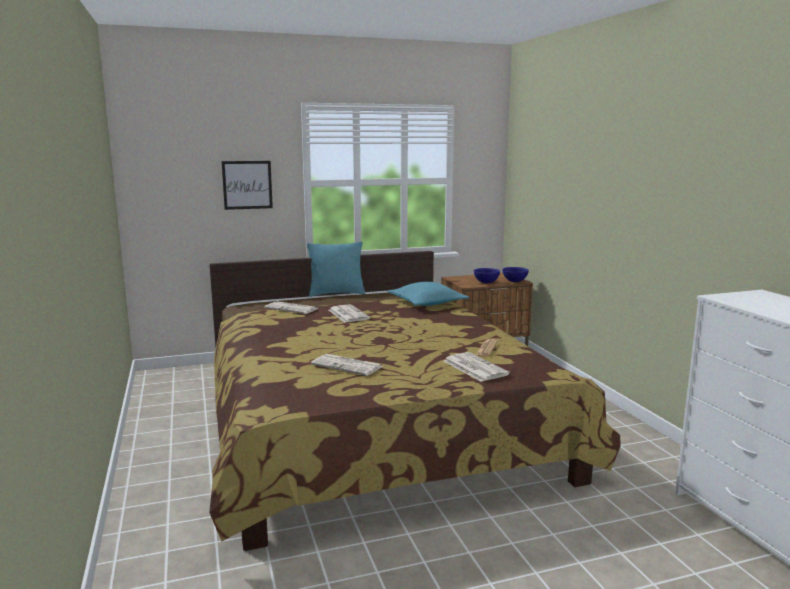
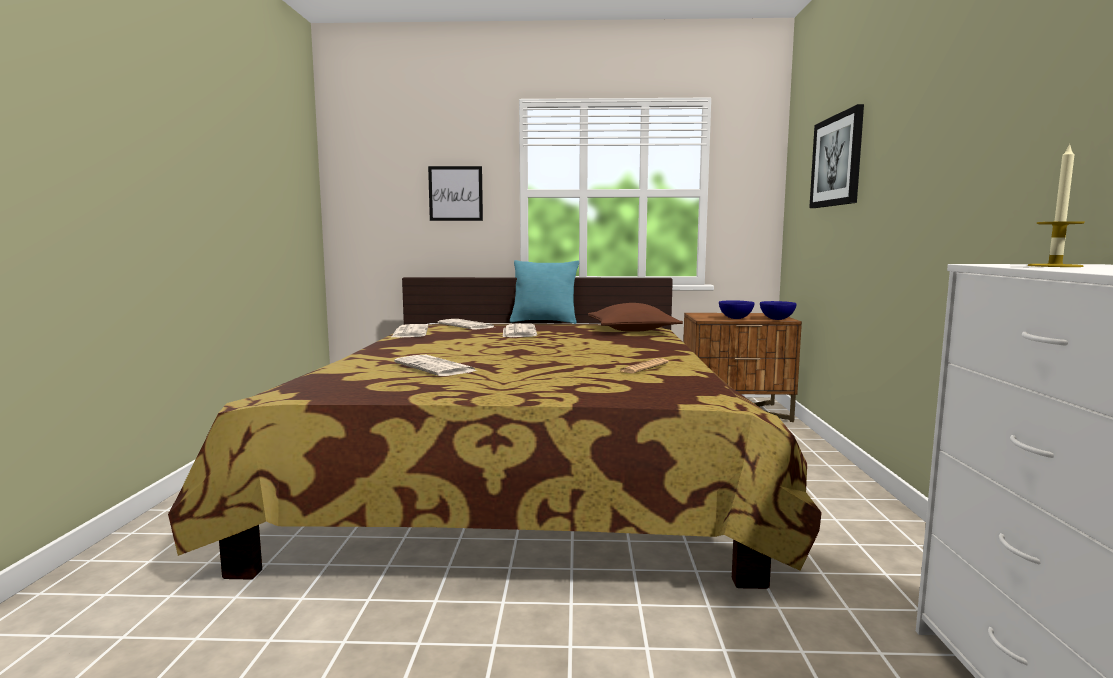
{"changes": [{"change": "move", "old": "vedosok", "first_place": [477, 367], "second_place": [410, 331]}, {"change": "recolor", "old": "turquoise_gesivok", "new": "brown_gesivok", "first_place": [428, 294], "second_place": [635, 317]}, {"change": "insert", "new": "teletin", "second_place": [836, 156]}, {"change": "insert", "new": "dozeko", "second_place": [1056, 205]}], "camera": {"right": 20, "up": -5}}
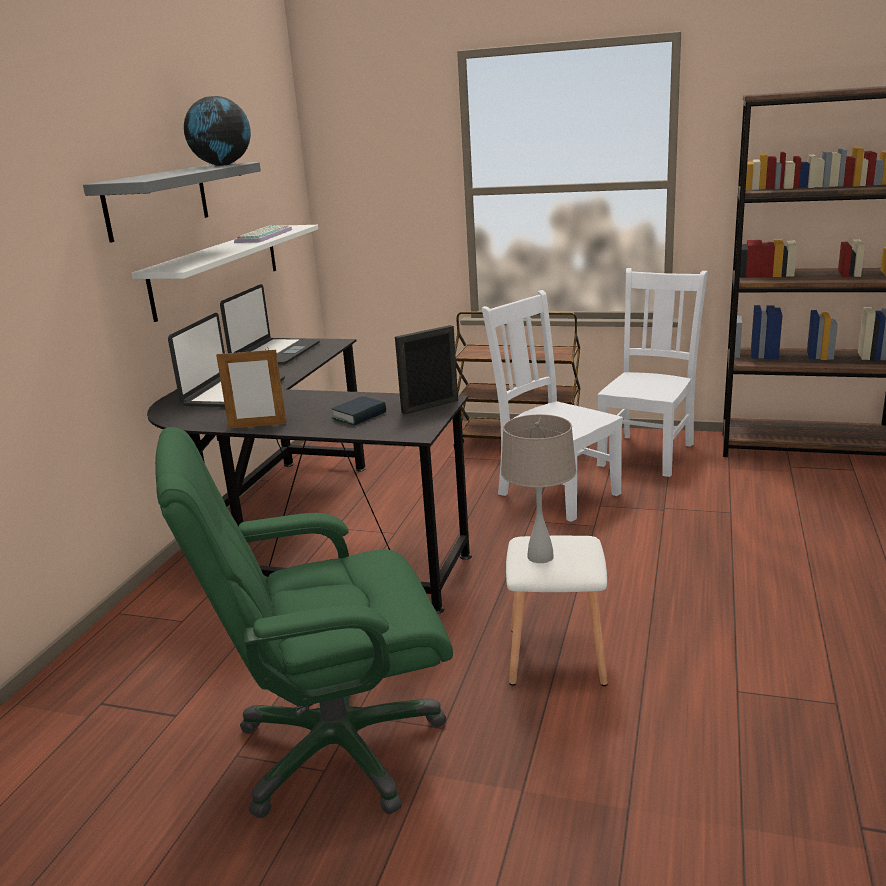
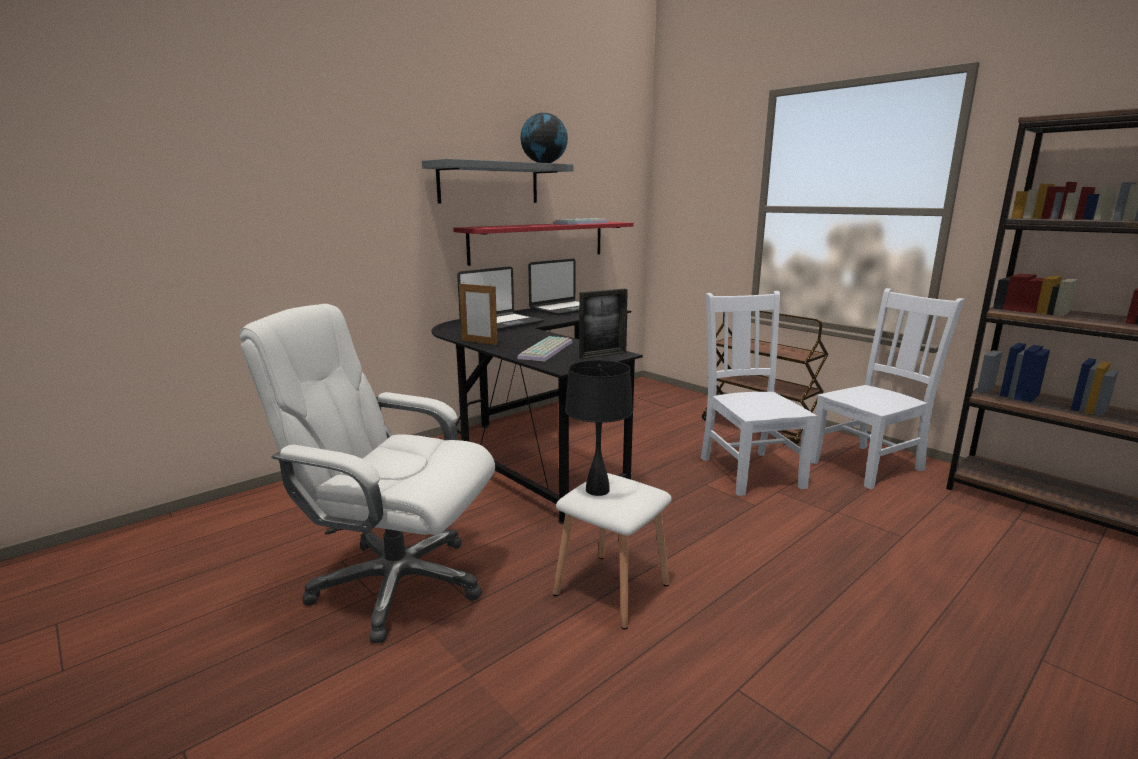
{"changes": [{"change": "recolor", "old": "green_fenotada", "new": "white_fenotada", "first_place": [304, 622], "second_place": [367, 473]}, {"change": "recolor", "old": "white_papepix", "new": "red_papepix", "first_place": [225, 273], "second_place": [543, 244]}, {"change": "replace", "old": "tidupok", "new": "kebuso", "first_place": [359, 411], "second_place": [545, 348]}, {"change": "recolor", "old": "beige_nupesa", "new": "black_nupesa", "first_place": [538, 488], "second_place": [599, 428]}, {"change": "rotate", "old": "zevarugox", "first_place": [426, 370], "second_place": [603, 324], "degrees": 150}], "camera": {"right": 30, "up": -5}}
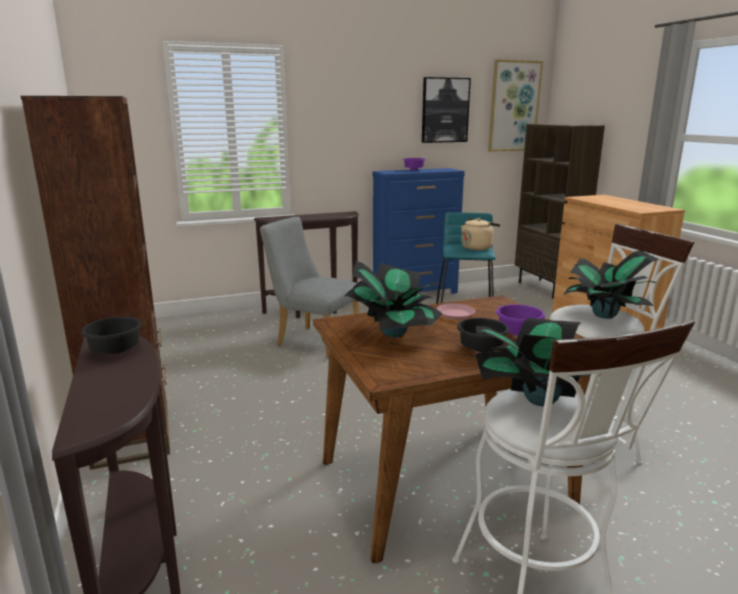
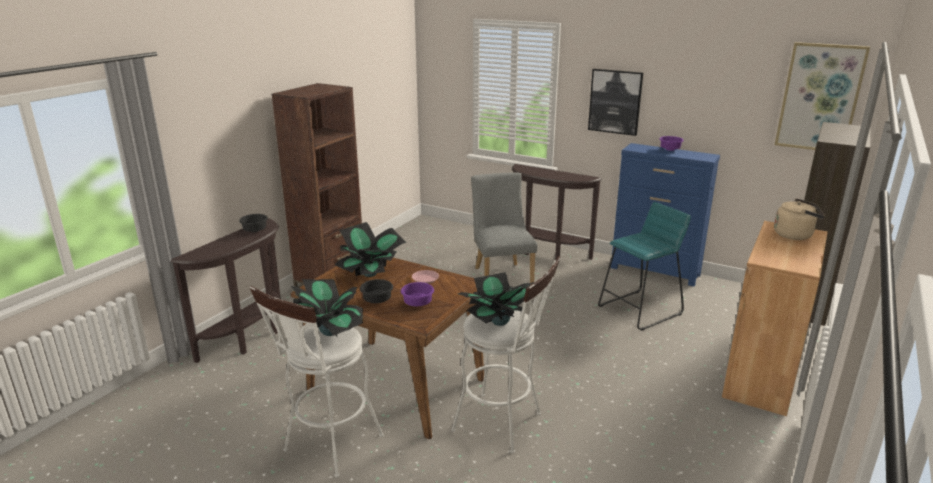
{"changes": [{"change": "move", "old": "teletin", "first_place": [446, 110], "second_place": [615, 102]}, {"change": "move", "old": "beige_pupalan", "first_place": [480, 234], "second_place": [799, 219]}], "camera": {"right": 50, "up": 5}}
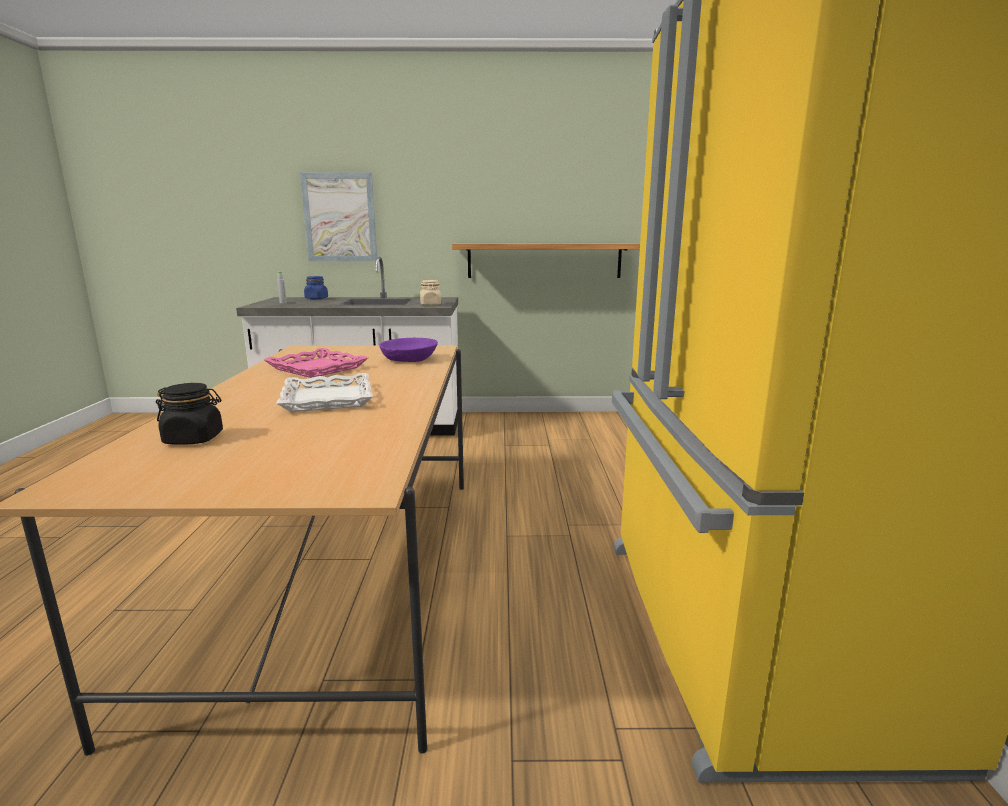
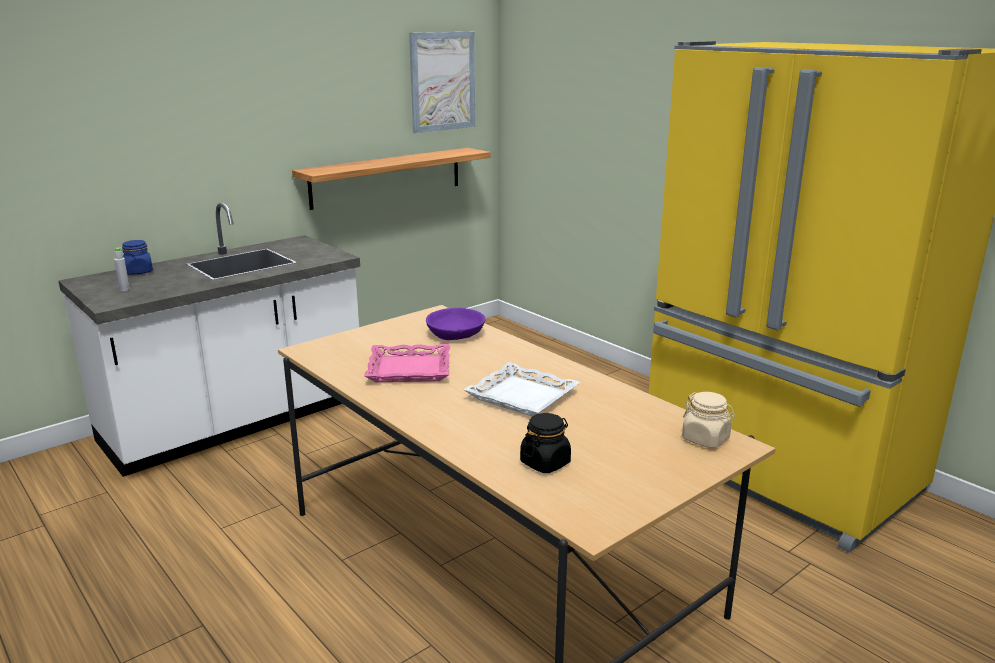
{"changes": [{"change": "move", "old": "teletin", "first_place": [338, 217], "second_place": [442, 82]}, {"change": "move", "old": "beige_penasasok", "first_place": [430, 293], "second_place": [708, 420]}], "camera": {"right": -40, "up": 5}}
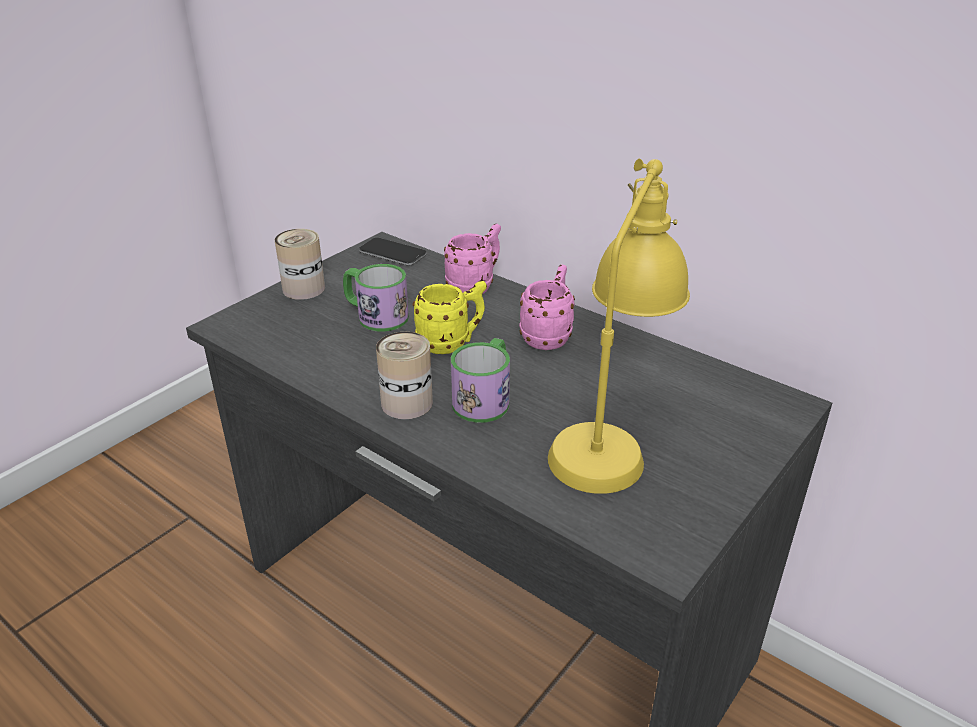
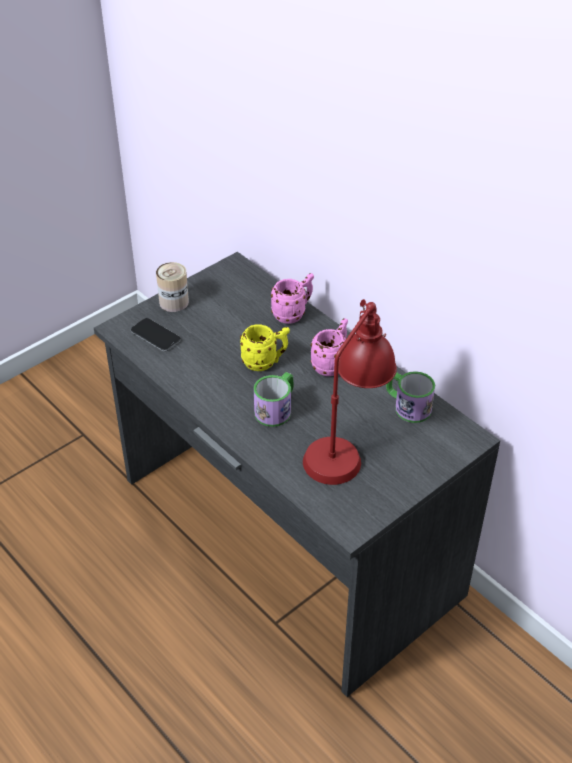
{"changes": [{"change": "move", "old": "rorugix", "first_place": [393, 251], "second_place": [156, 335]}, {"change": "recolor", "old": "yellow_nupesa", "new": "red_nupesa", "first_place": [619, 326], "second_place": [350, 392]}, {"change": "move", "old": "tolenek", "first_place": [376, 298], "second_place": [410, 397]}, {"change": "delete", "old": "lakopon", "first_place": [404, 375]}], "camera": {"right": 10, "up": 10}}
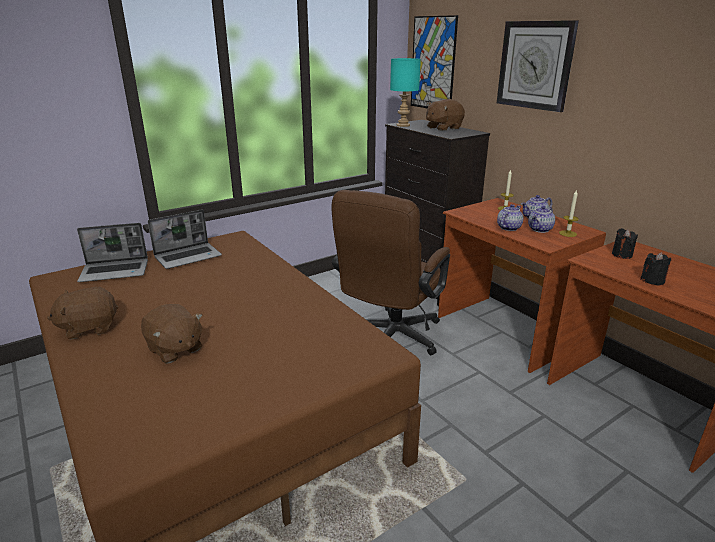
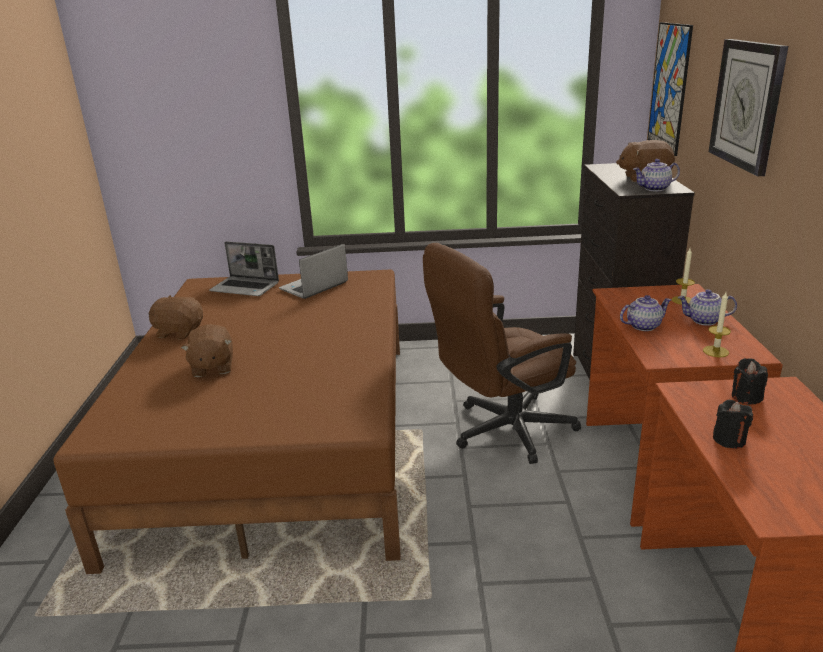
{"changes": [{"change": "rotate", "old": "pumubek", "first_place": [185, 239], "second_place": [313, 271], "degrees": 135}, {"change": "move", "old": "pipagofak", "first_place": [541, 219], "second_place": [656, 175]}, {"change": "delete", "old": "turquoise_nupesa", "first_place": [405, 92]}], "camera": {"right": 35, "up": 0}}
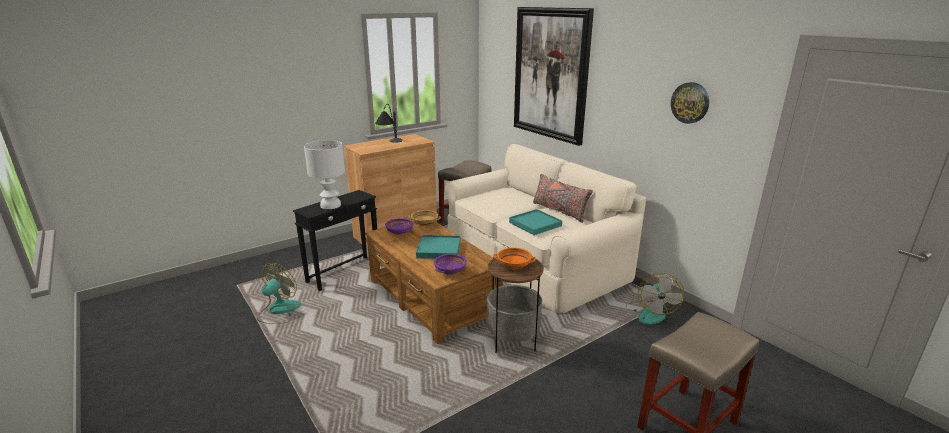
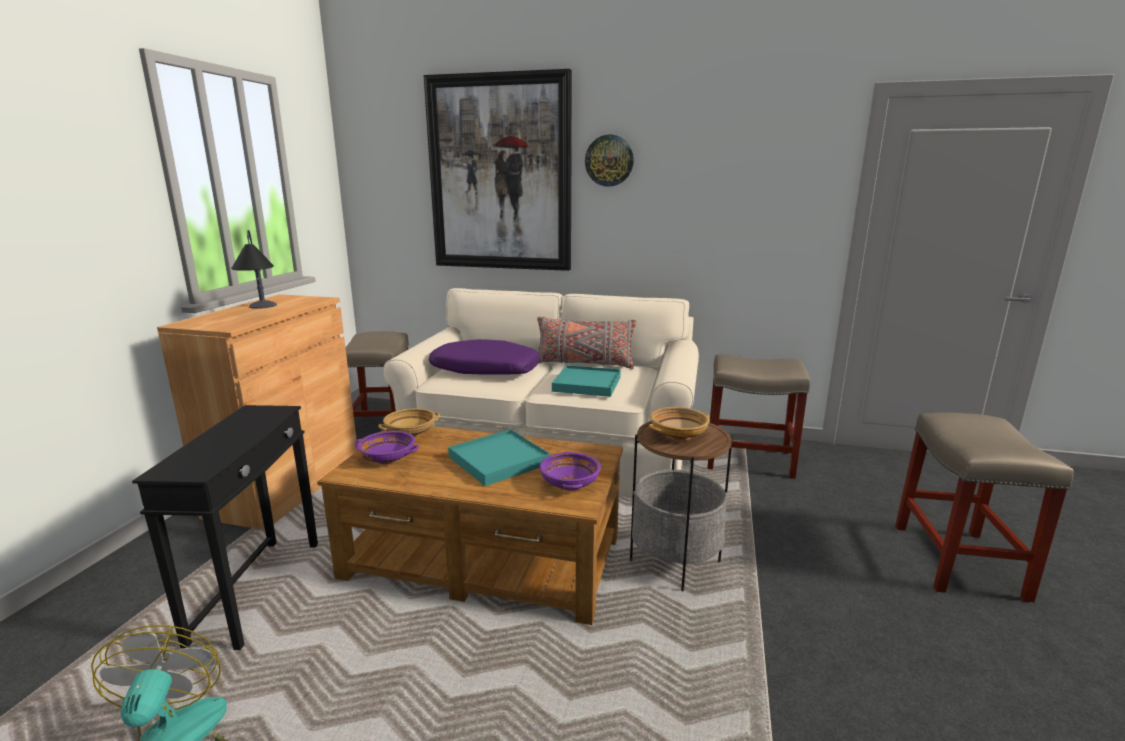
{"changes": [{"change": "insert", "new": "purple_gesivok", "second_place": [484, 357]}, {"change": "move", "old": "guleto", "first_place": [690, 103], "second_place": [609, 160]}, {"change": "recolor", "old": "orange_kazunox", "new": "beige_kazunox", "first_place": [514, 258], "second_place": [679, 423]}, {"change": "replace", "old": "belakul", "new": "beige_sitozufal", "first_place": [655, 299], "second_place": [758, 416]}, {"change": "delete", "old": "white_nupesa", "first_place": [324, 174]}], "camera": {"right": -40, "up": -5}}
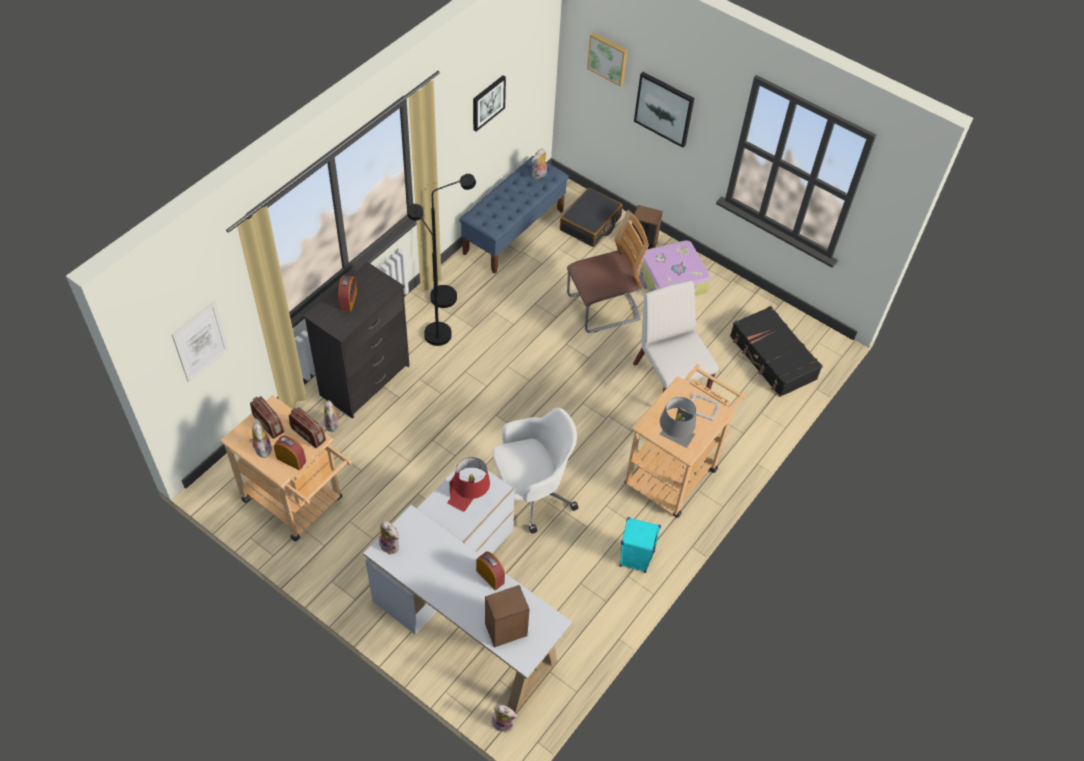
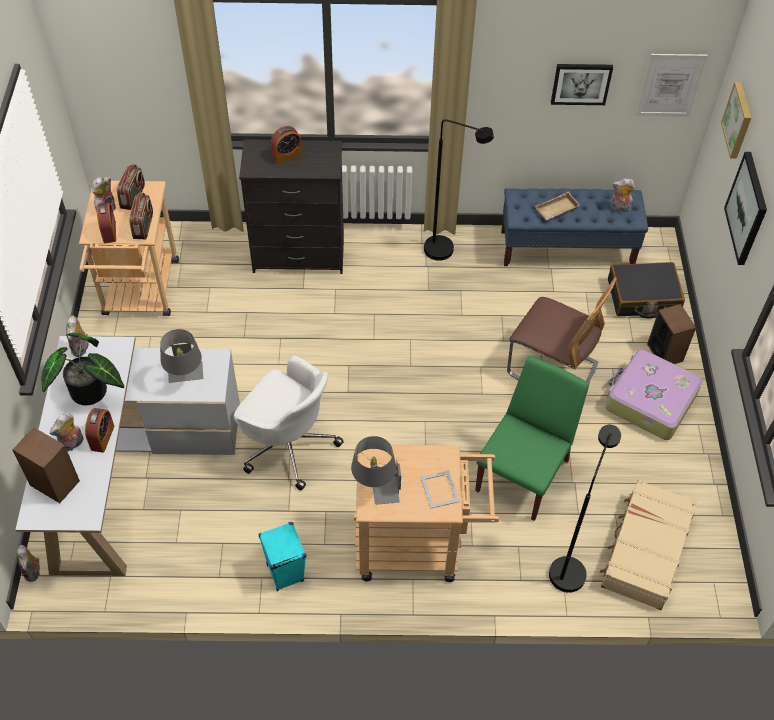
{"changes": [{"change": "insert", "new": "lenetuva", "second_place": [82, 369]}, {"change": "move", "old": "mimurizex", "first_place": [332, 416], "second_place": [66, 432]}, {"change": "recolor", "old": "red_nupesa", "new": "grey_nupesa", "first_place": [468, 484], "second_place": [181, 356]}, {"change": "recolor", "old": "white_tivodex", "new": "green_tivodex", "first_place": [675, 336], "second_place": [532, 438]}, {"change": "insert", "new": "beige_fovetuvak", "second_place": [557, 206]}, {"change": "move", "old": "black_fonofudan", "first_place": [429, 275], "second_place": [585, 509]}, {"change": "recolor", "old": "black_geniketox", "new": "beige_geniketox", "first_place": [776, 351], "second_place": [648, 545]}, {"change": "move", "old": "teletin", "first_place": [200, 341], "second_place": [671, 85]}], "camera": {"right": 55, "up": 0}}
